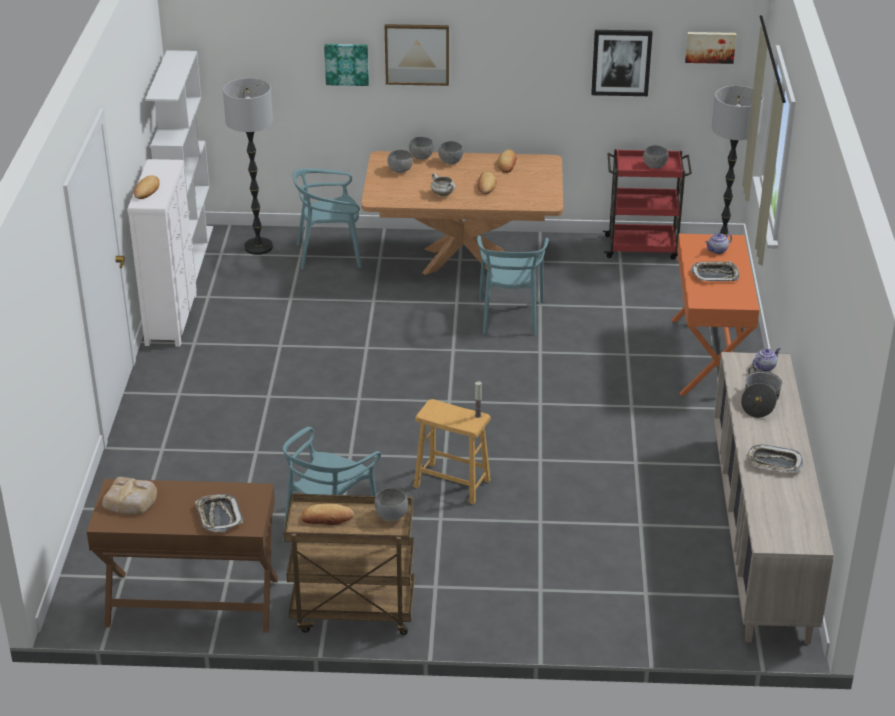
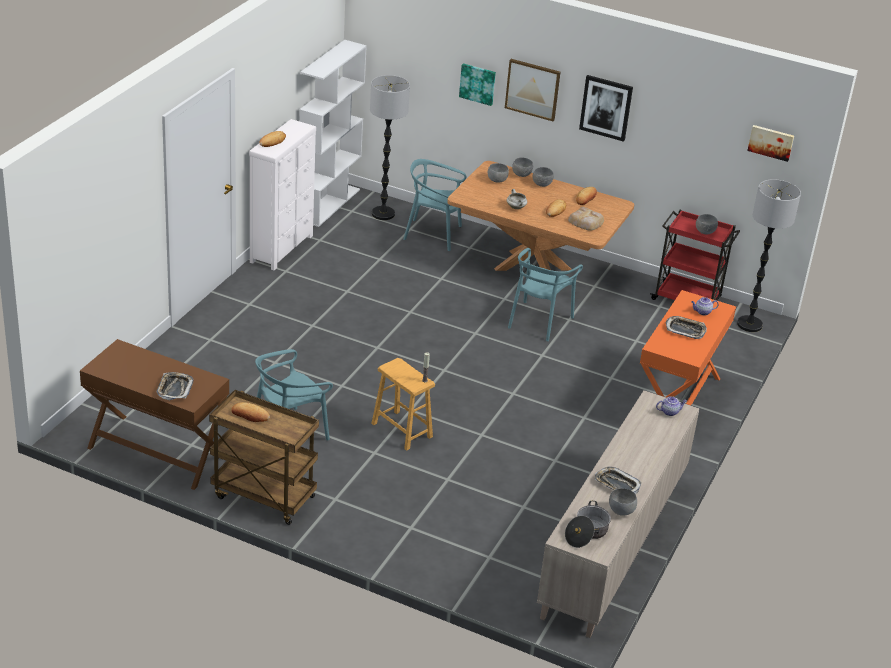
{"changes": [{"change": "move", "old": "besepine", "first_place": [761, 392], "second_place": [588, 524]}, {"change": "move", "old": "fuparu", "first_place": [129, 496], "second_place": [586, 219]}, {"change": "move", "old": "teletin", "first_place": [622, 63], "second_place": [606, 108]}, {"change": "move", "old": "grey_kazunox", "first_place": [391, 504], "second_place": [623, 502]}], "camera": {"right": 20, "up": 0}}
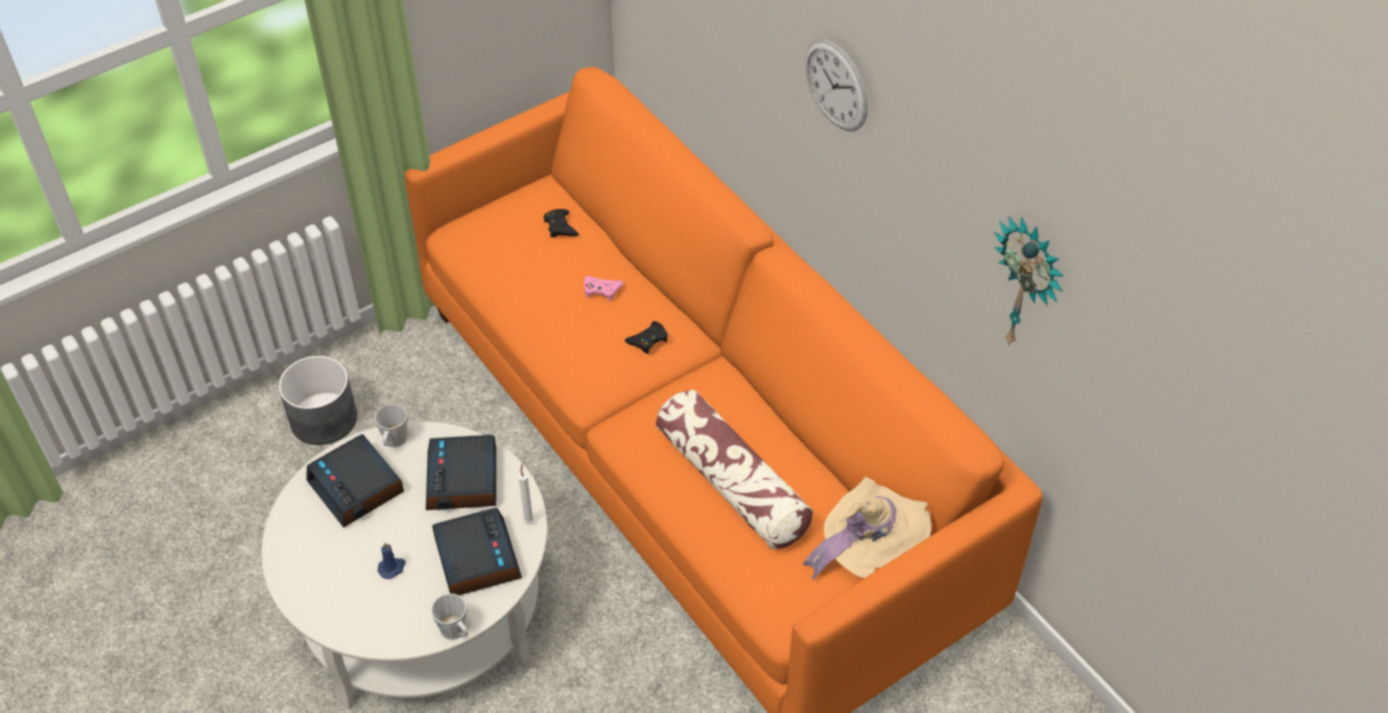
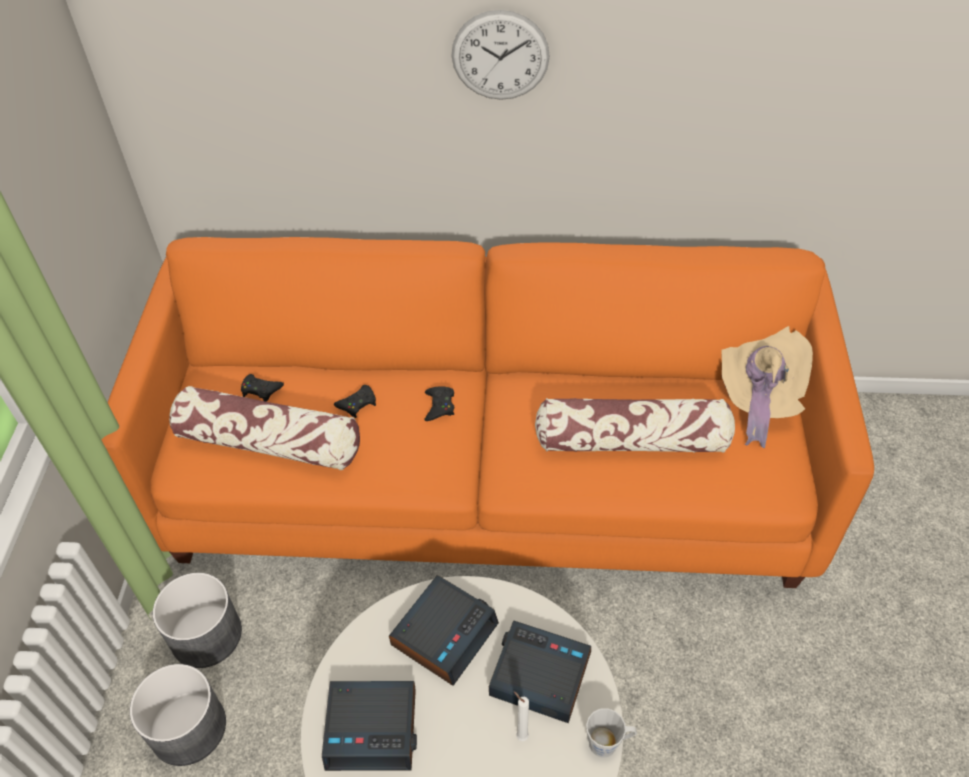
{"changes": [{"change": "insert", "new": "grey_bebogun", "second_place": [197, 620]}, {"change": "insert", "new": "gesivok", "second_place": [264, 428]}, {"change": "recolor", "old": "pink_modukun", "new": "black_modukun", "first_place": [604, 289], "second_place": [355, 401]}, {"change": "rotate", "old": "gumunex", "first_place": [461, 472], "second_place": [444, 630], "degrees": -90}, {"change": "move", "old": "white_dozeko", "first_place": [526, 494], "second_place": [521, 716]}, {"change": "delete", "old": "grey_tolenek", "first_place": [391, 425]}, {"change": "delete", "old": "blue_dozeko", "first_place": [392, 560]}, {"change": "delete", "old": "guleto", "first_place": [1029, 281]}], "camera": {"right": -50, "up": 0}}
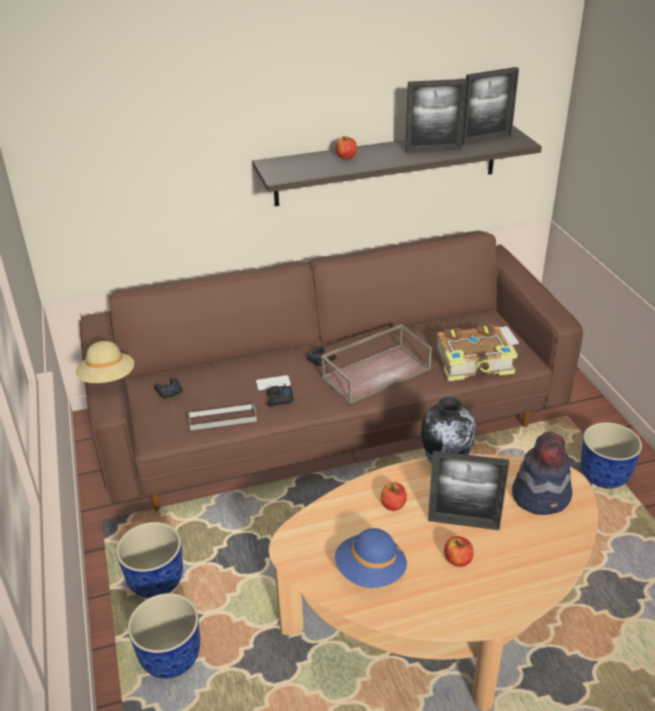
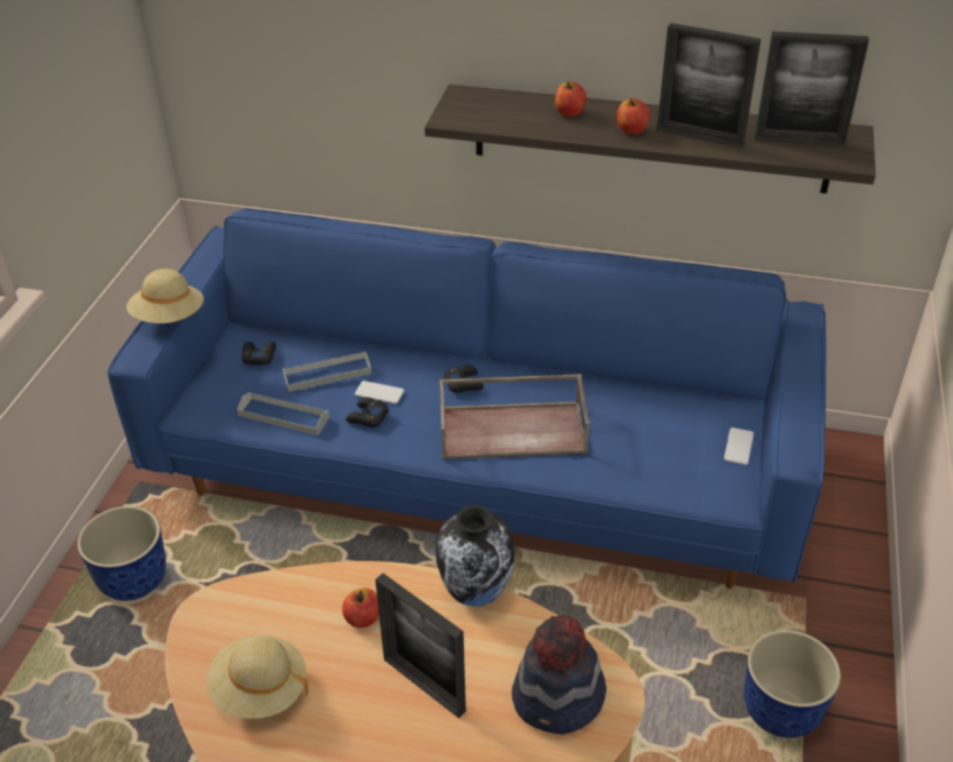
{"changes": [{"change": "recolor", "old": "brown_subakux", "new": "blue_subakux", "first_place": [331, 370], "second_place": [467, 398]}, {"change": "recolor", "old": "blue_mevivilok", "new": "beige_mevivilok", "first_place": [371, 558], "second_place": [258, 677]}, {"change": "insert", "new": "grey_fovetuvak", "second_place": [327, 371]}, {"change": "move", "old": "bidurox", "first_place": [459, 551], "second_place": [633, 116]}, {"change": "delete", "old": "bebogun", "first_place": [164, 636]}, {"change": "delete", "old": "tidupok", "first_place": [476, 352]}], "camera": {"right": 30, "up": 5}}
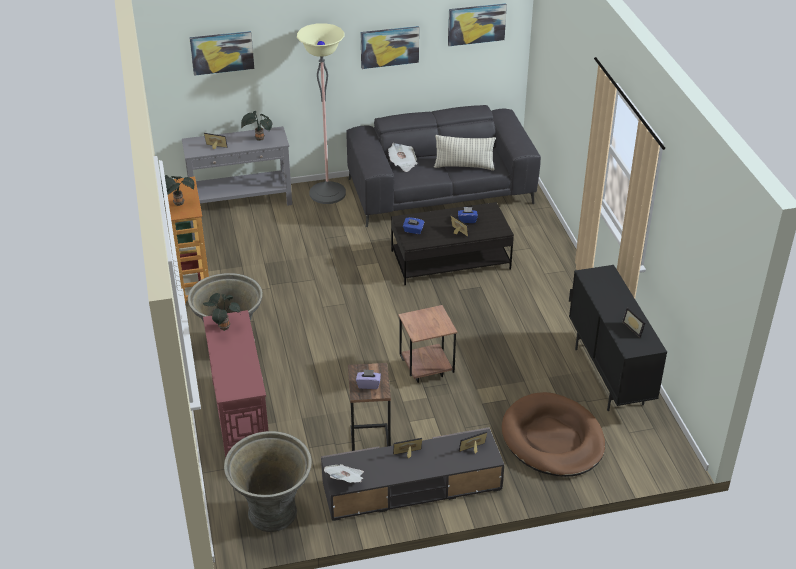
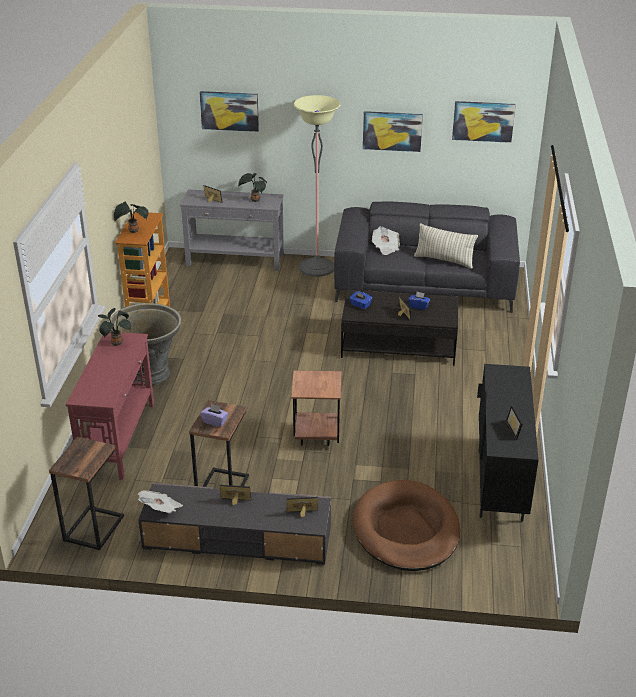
{"changes": [{"change": "replace", "old": "grey_bebogun", "new": "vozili", "first_place": [268, 481], "second_place": [86, 494]}], "camera": {"right": 20, "up": -5}}
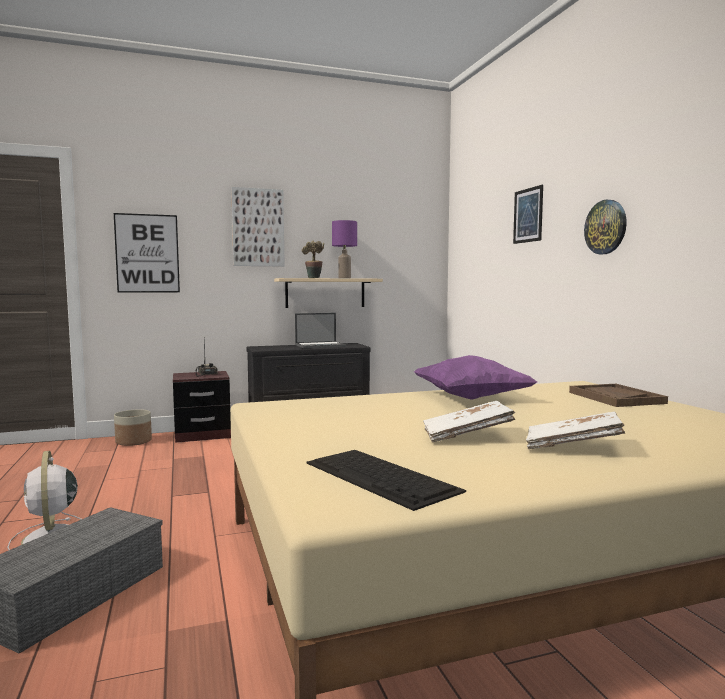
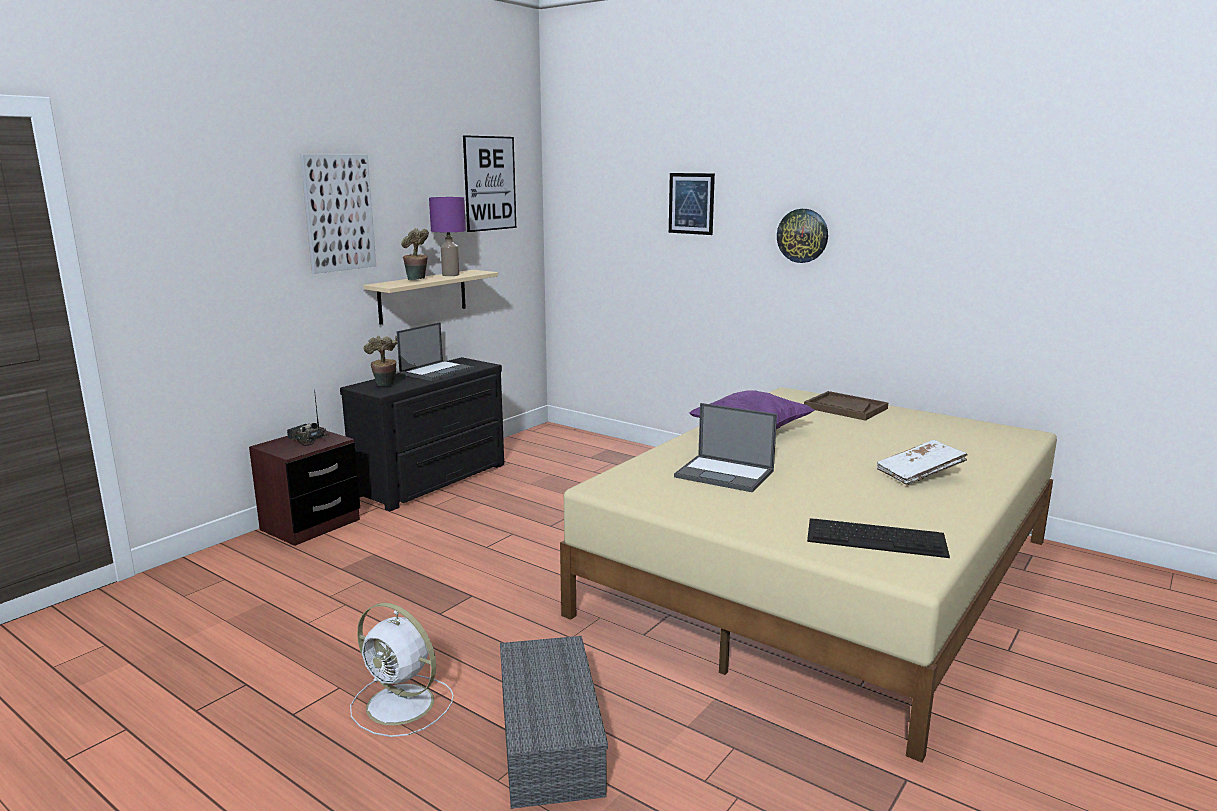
{"changes": [{"change": "insert", "new": "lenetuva", "second_place": [380, 360]}, {"change": "move", "old": "teletin", "first_place": [147, 253], "second_place": [489, 183]}, {"change": "insert", "new": "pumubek", "second_place": [725, 447]}, {"change": "delete", "old": "bebogun", "first_place": [133, 427]}, {"change": "delete", "old": "white_tidupok", "first_place": [469, 421]}], "camera": {"right": -35, "up": 10}}
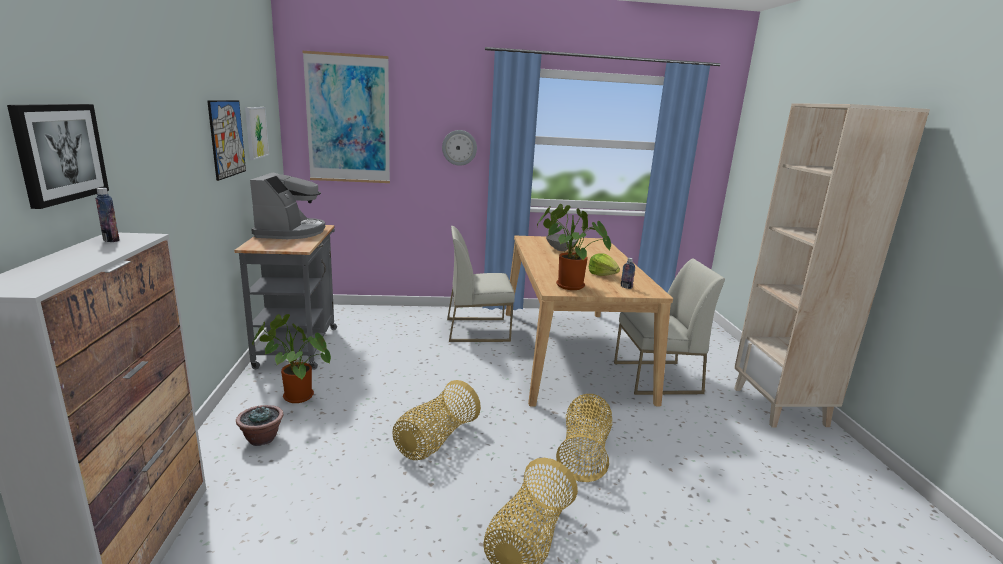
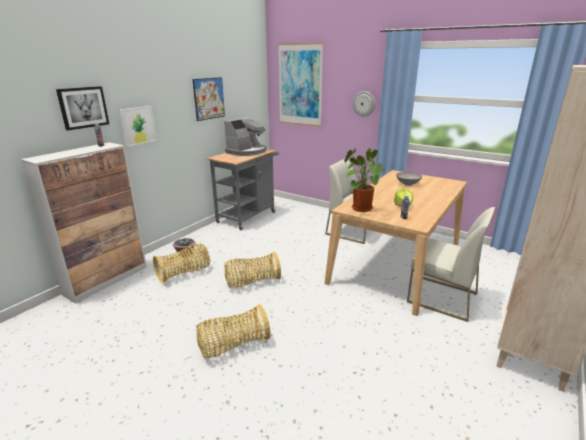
{"changes": [{"change": "move", "old": "teletin", "first_place": [257, 133], "second_place": [138, 126]}, {"change": "move", "old": "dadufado", "first_place": [584, 438], "second_place": [181, 263]}, {"change": "delete", "old": "lenetuva", "first_place": [291, 358]}], "camera": {"right": 40, "up": 5}}
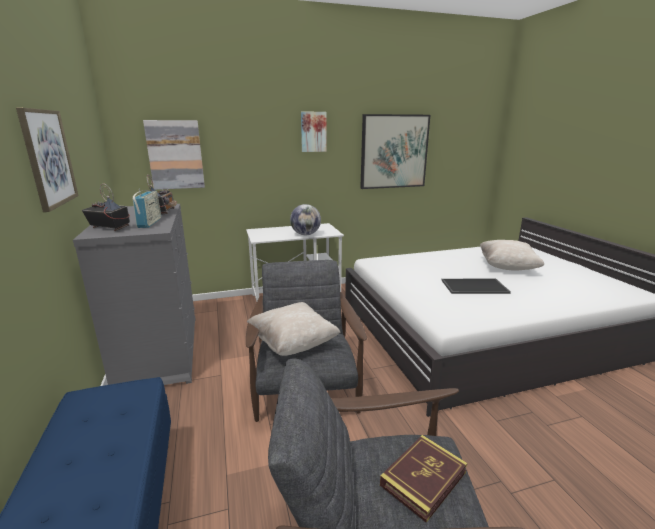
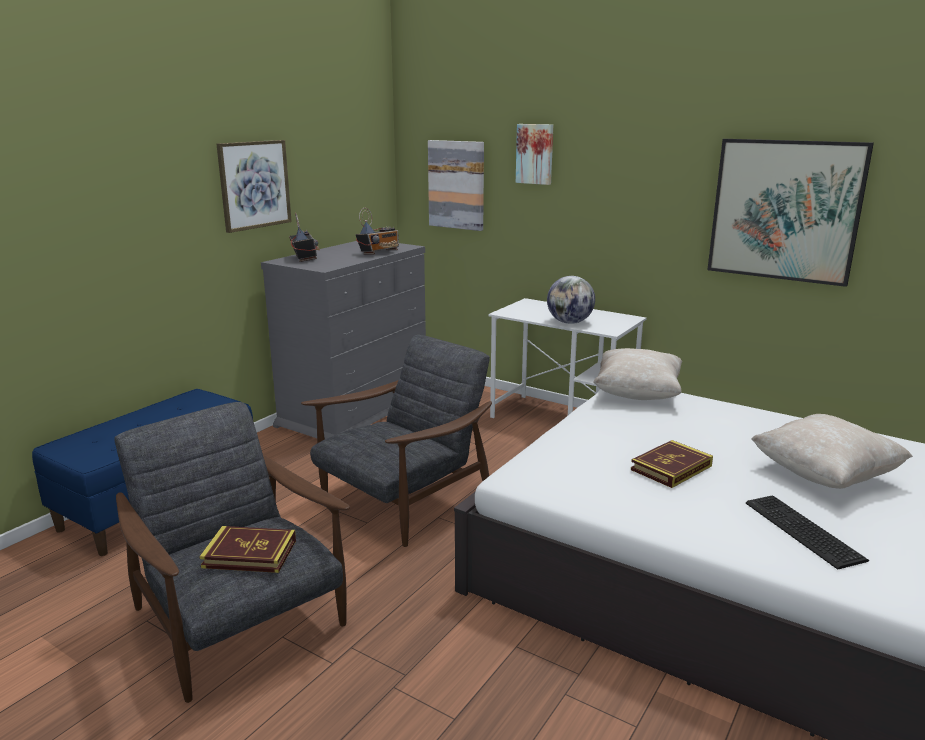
{"changes": [{"change": "move", "old": "teletin", "first_place": [313, 132], "second_place": [534, 154]}, {"change": "move", "old": "beige_gesivok", "first_place": [293, 329], "second_place": [637, 374]}, {"change": "replace", "old": "fovetuvak", "new": "tidupok", "first_place": [476, 286], "second_place": [672, 464]}, {"change": "insert", "new": "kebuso", "second_place": [807, 533]}, {"change": "delete", "old": "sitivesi", "first_place": [147, 208]}], "camera": {"right": 50, "up": 0}}
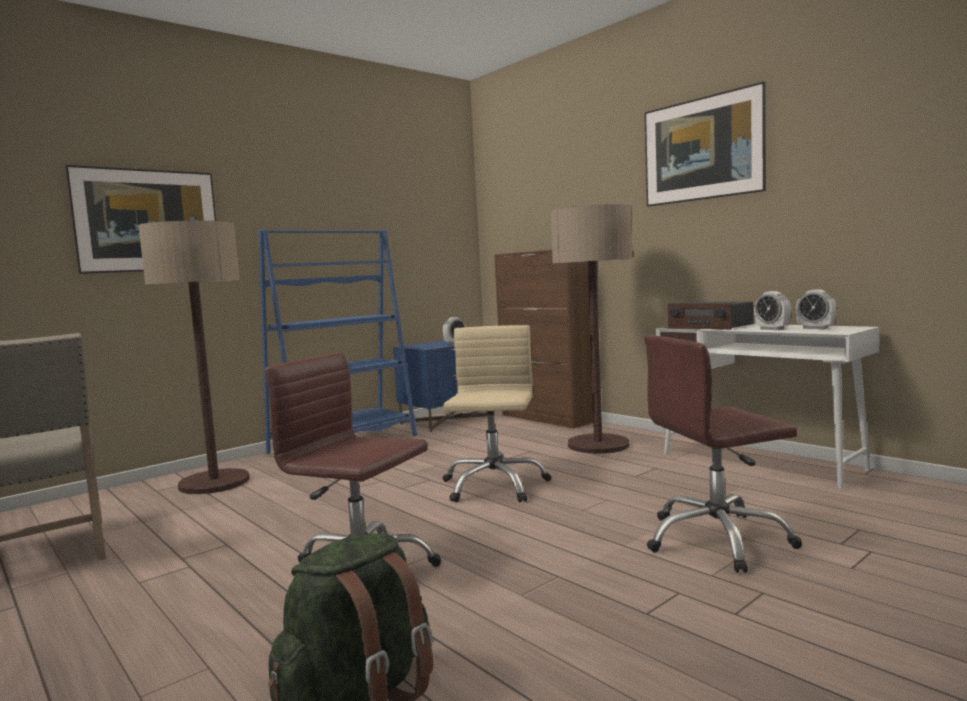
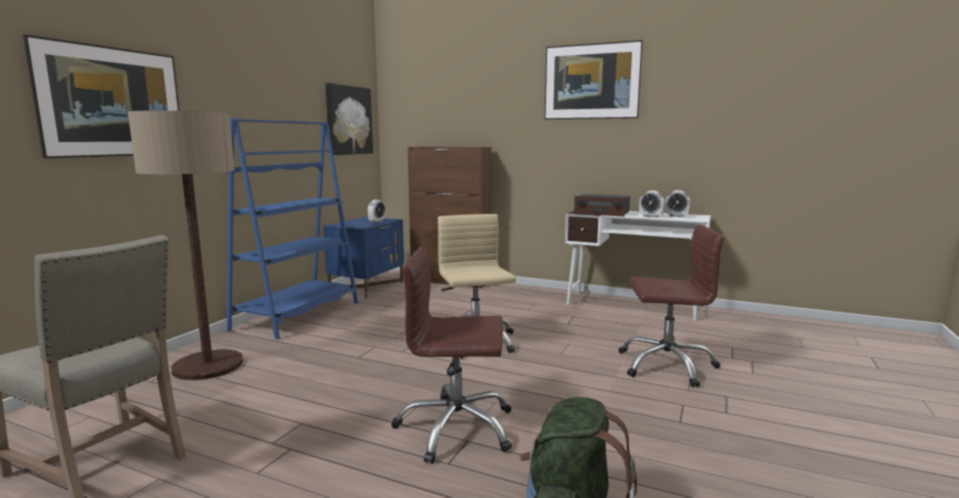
{"changes": [{"change": "insert", "new": "teletin", "second_place": [349, 119]}, {"change": "rotate", "old": "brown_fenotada", "first_place": [723, 454], "second_place": [671, 305], "degrees": -135}, {"change": "delete", "old": "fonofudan", "first_place": [592, 329]}], "camera": {"right": -25, "up": 5}}
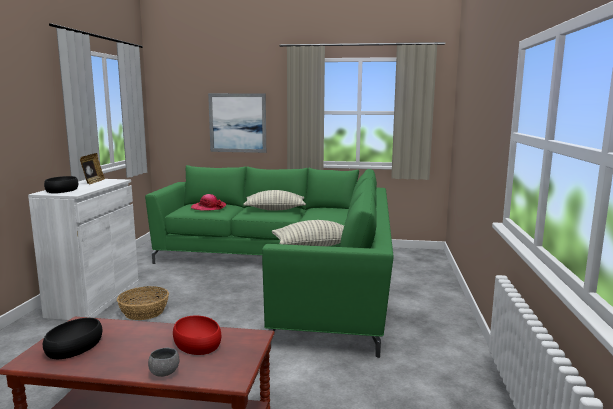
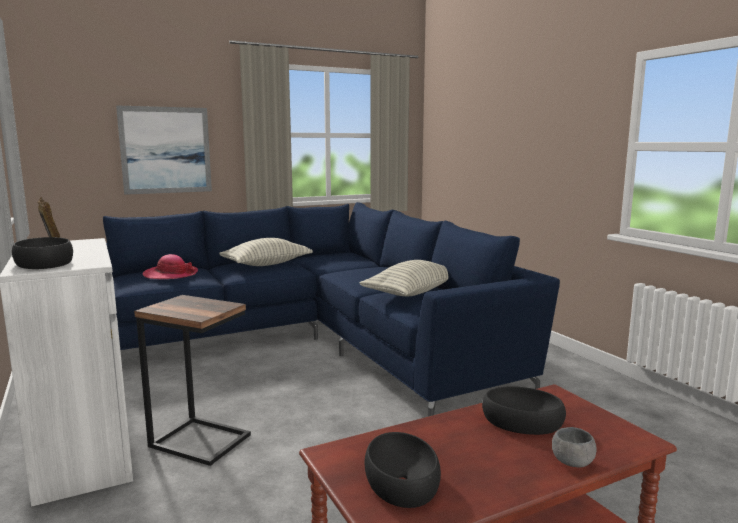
{"changes": [{"change": "recolor", "old": "green_subakux", "new": "blue_subakux", "first_place": [269, 261], "second_place": [331, 309]}, {"change": "replace", "old": "dadufado", "new": "vozili", "first_place": [143, 303], "second_place": [192, 380]}, {"change": "recolor", "old": "red_kazunox", "new": "black_kazunox", "first_place": [197, 335], "second_place": [524, 410]}], "camera": {"right": -35, "up": 0}}
